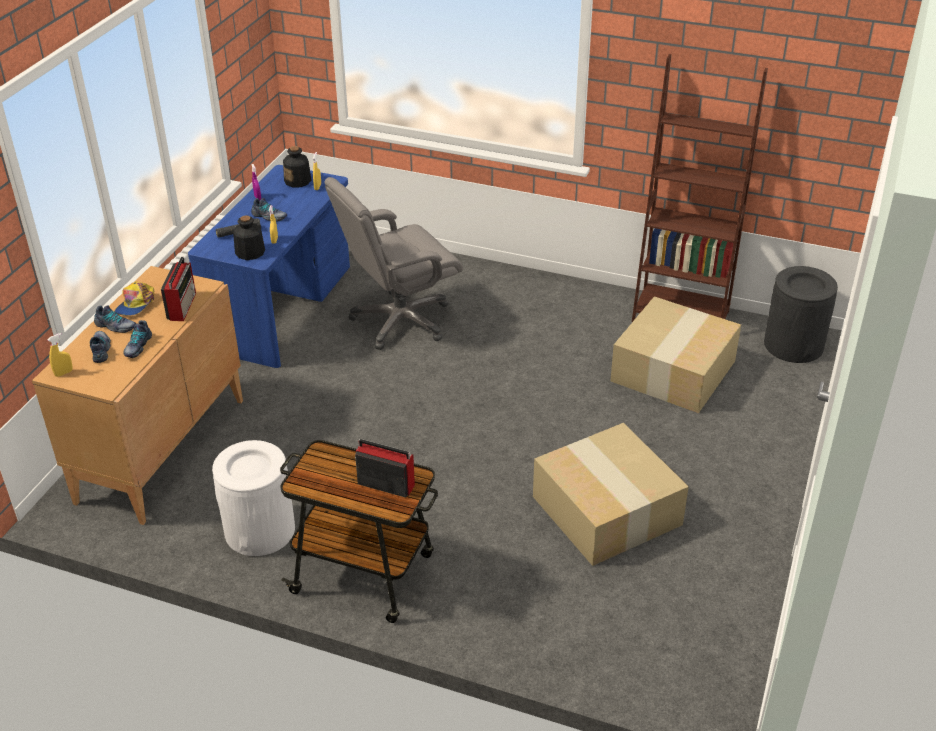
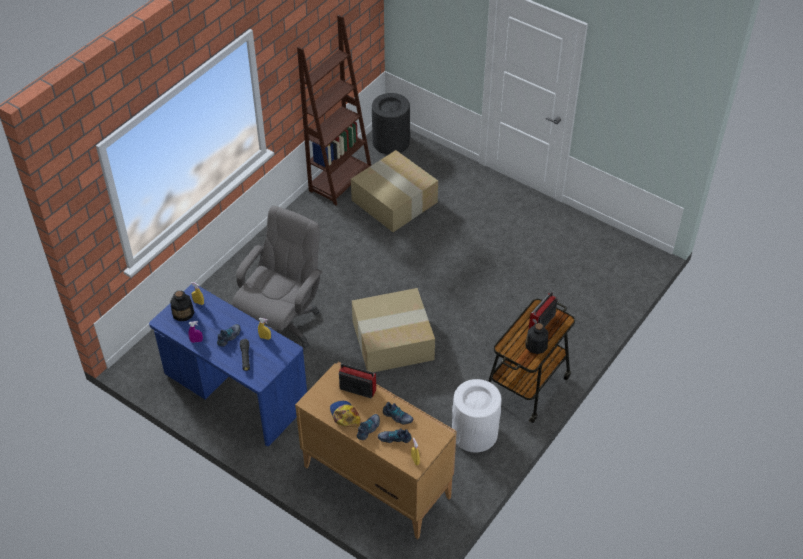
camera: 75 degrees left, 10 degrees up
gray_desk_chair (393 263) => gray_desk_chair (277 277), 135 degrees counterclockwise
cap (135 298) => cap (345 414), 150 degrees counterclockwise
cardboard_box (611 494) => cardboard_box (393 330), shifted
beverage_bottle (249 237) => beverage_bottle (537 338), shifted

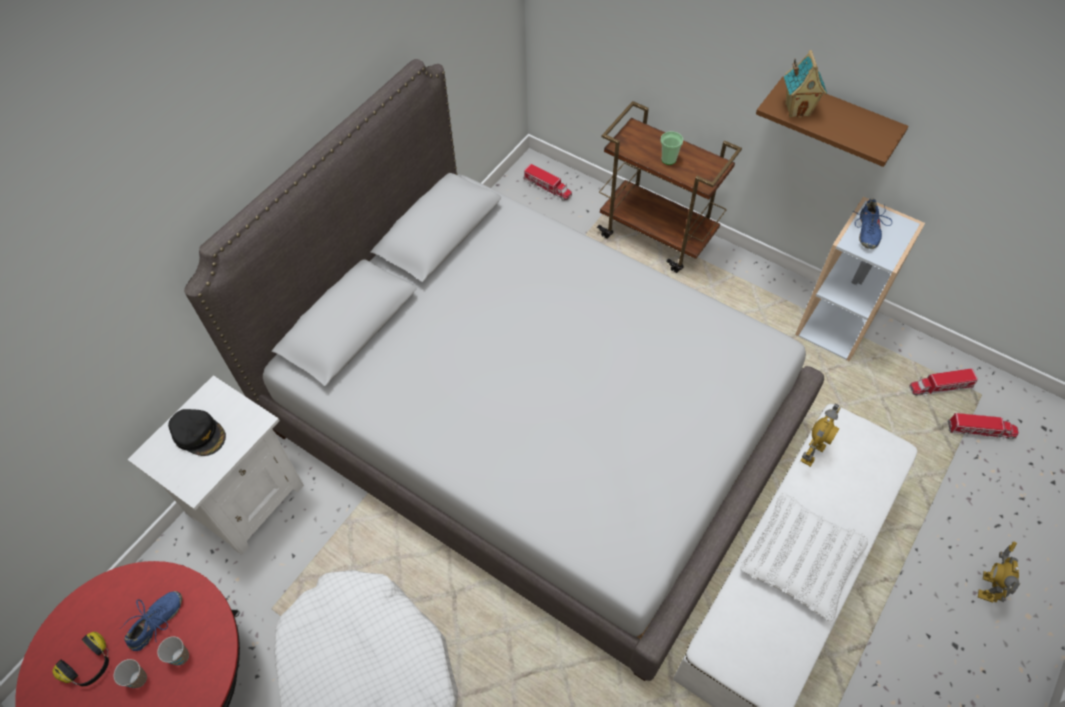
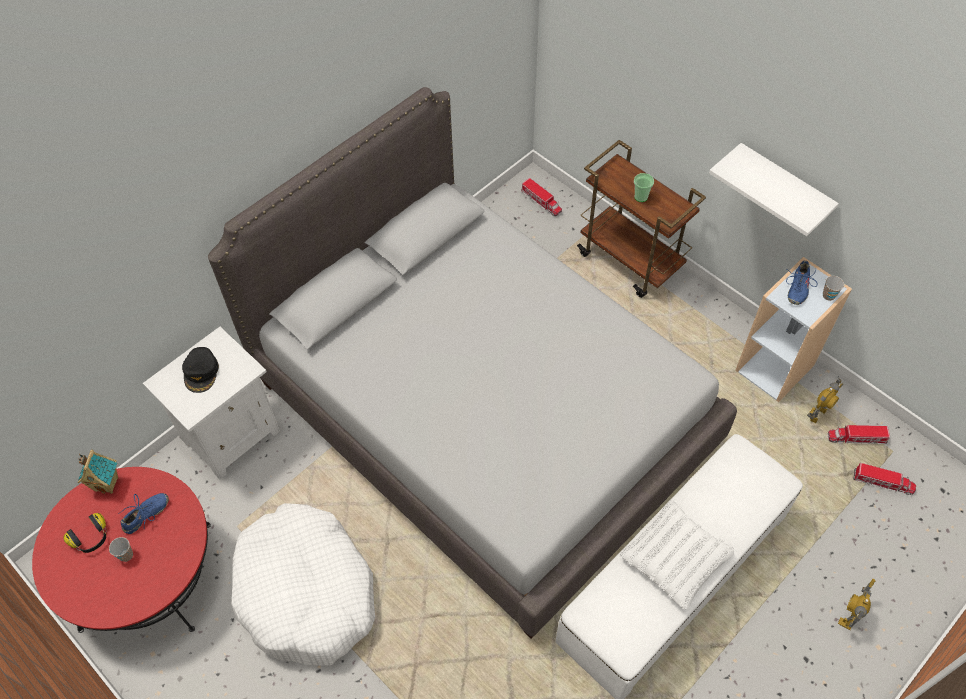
camera: 10 degrees right, 0 degrees up
miniature_house (805 84) => miniature_house (98 472), shifted
blackish_cap (197 432) => blackish_cap (200 370), 45 degrees clockwise
brownish_bracket_shelf (832 122) => whitish_bracket_shelf (774 189)
robot_figure (820 435) => robot_figure (825 400), shifted
cup (173 650) => cup (833 288), shifted

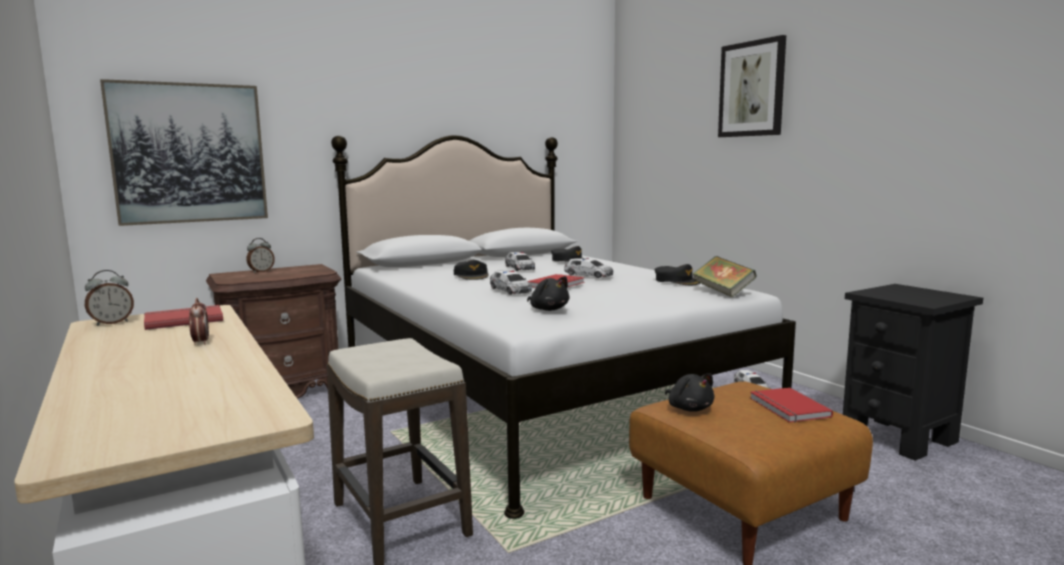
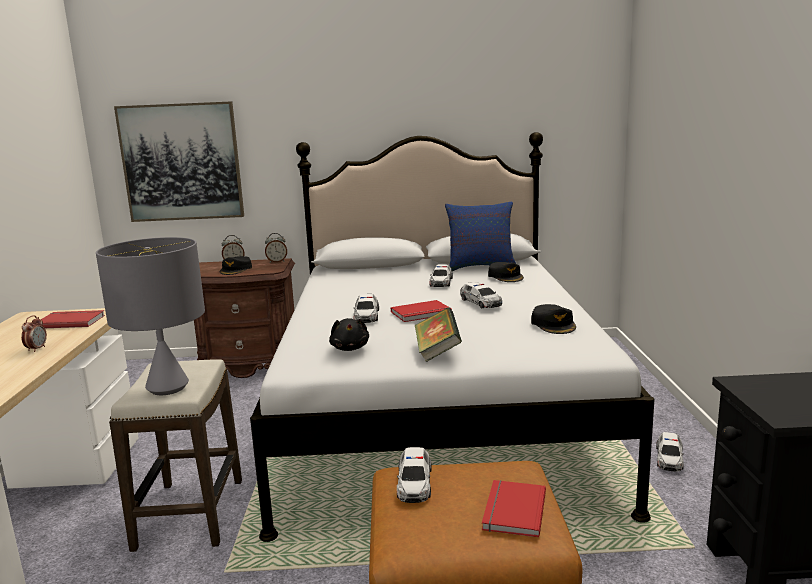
camera: 30 degrees right, 5 degrees up
nothing => gray_lamp_for_a_table (150 316)
blackish_cap (471 270) => blackish_cap (236 265), shifted
table_clock (109 298) => table_clock (276 248), shifted
blackish_cuddly_toy (690 392) => model_car (414 475)
bound_book (724 277) => bound_book (438 335), shifted
nothing => bluish_pillow (480 236)
wall_picture (752 86) => nothing

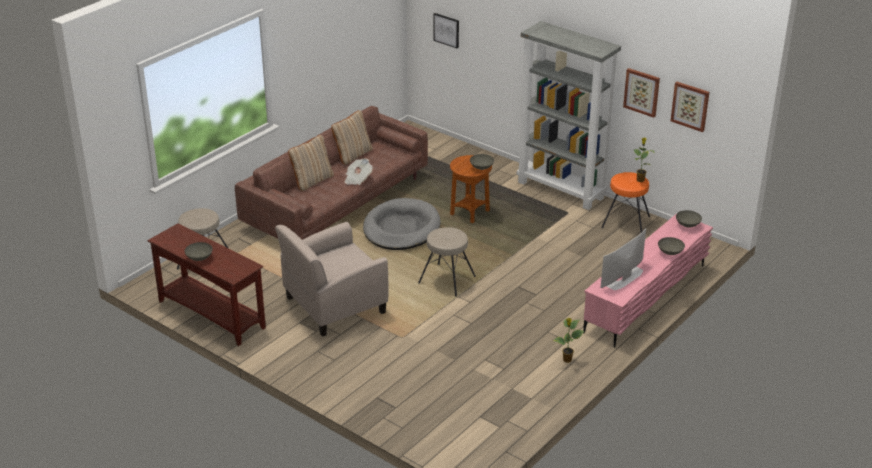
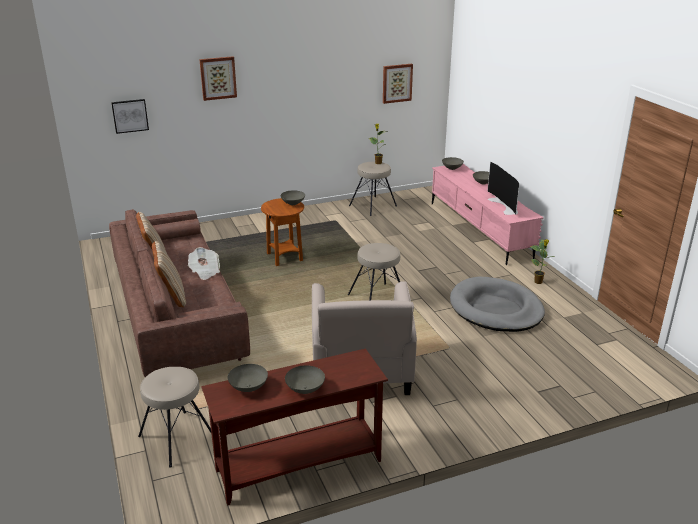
camera: 60 degrees left, 5 degrees down
wall_picture (641 93) => wall_picture (218 78), shifted
nothing => gray_serving_bowl (248 378)
orange-coloured_stool (625 202) => beige-coloured_stool (373 189)
gray_dog_bed (402 224) => gray_dog_bed (497 304), shifted
gray_shelving_unit (569 115) => nothing

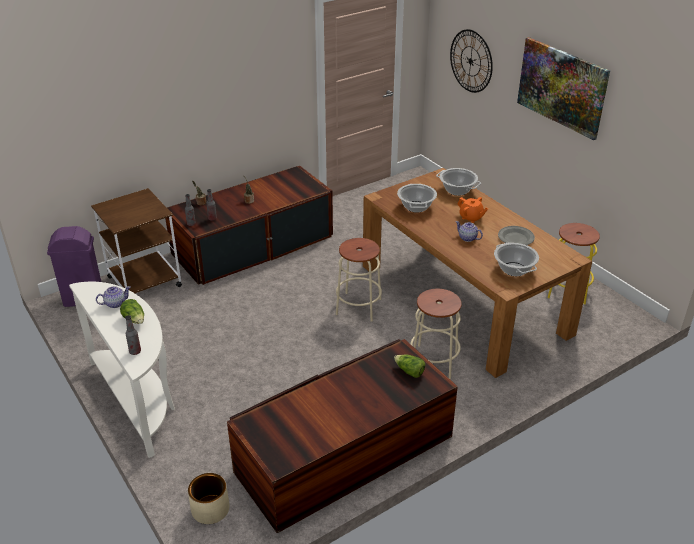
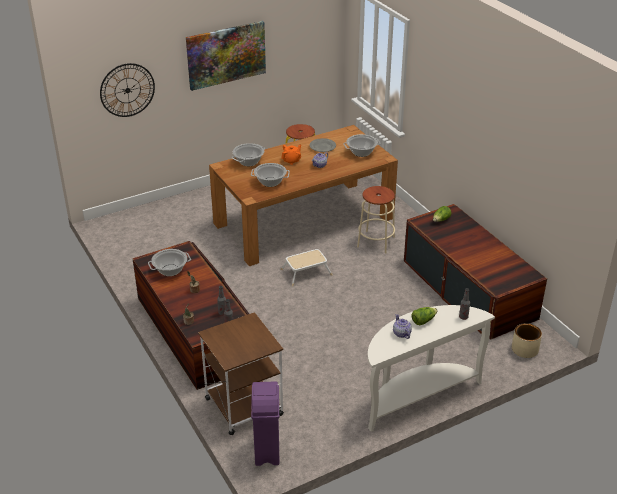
camera: 85 degrees left, 0 degrees up
nothing => saucepot (169 262)
beige-coloured_stool (359 280) => beige-coloured_stepladder (306 267)

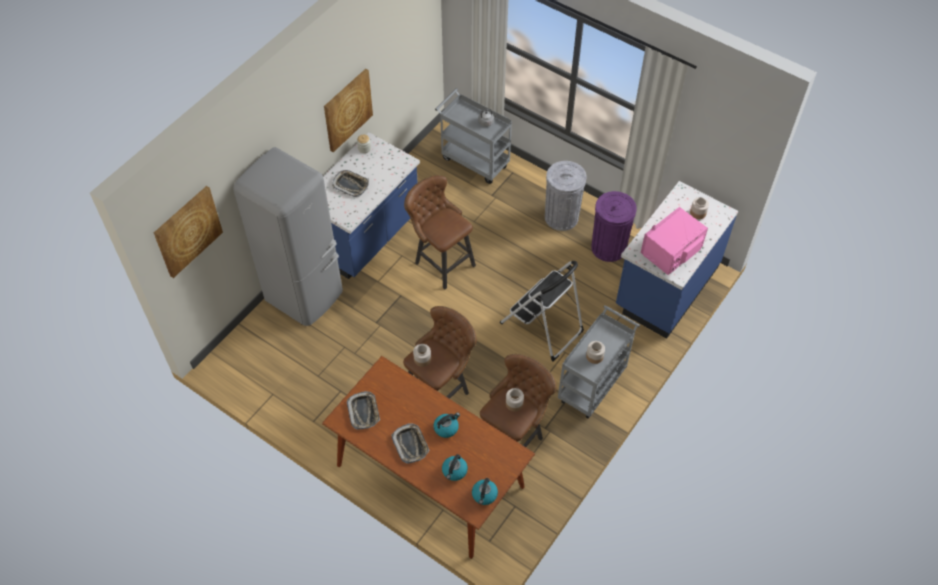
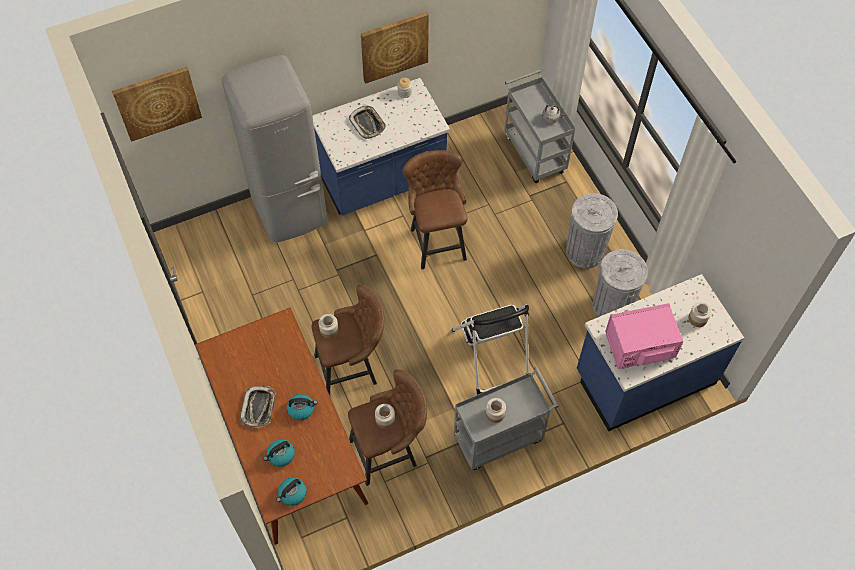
camera: 30 degrees right, 5 degrees up
purple-coloured_rubbish_bin (614 226) => gray_rubbish_bin (620 283)
carrying_tray (363 410) => nothing

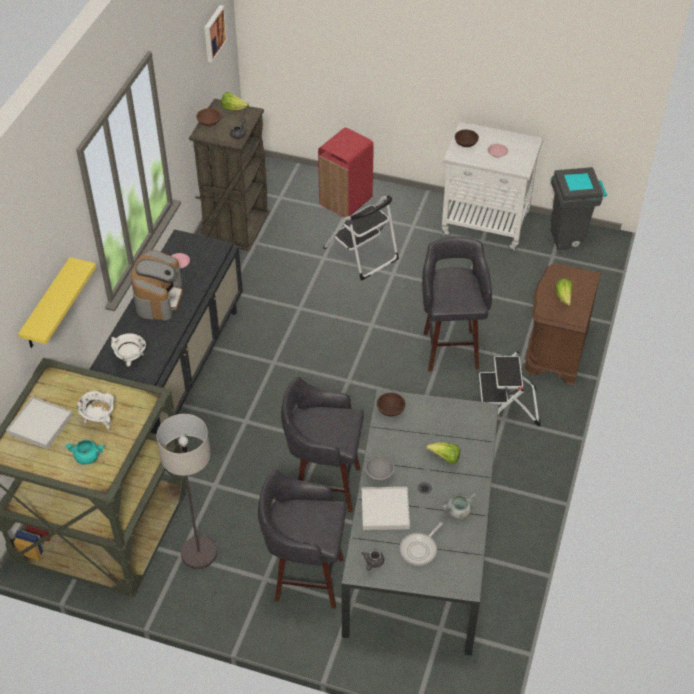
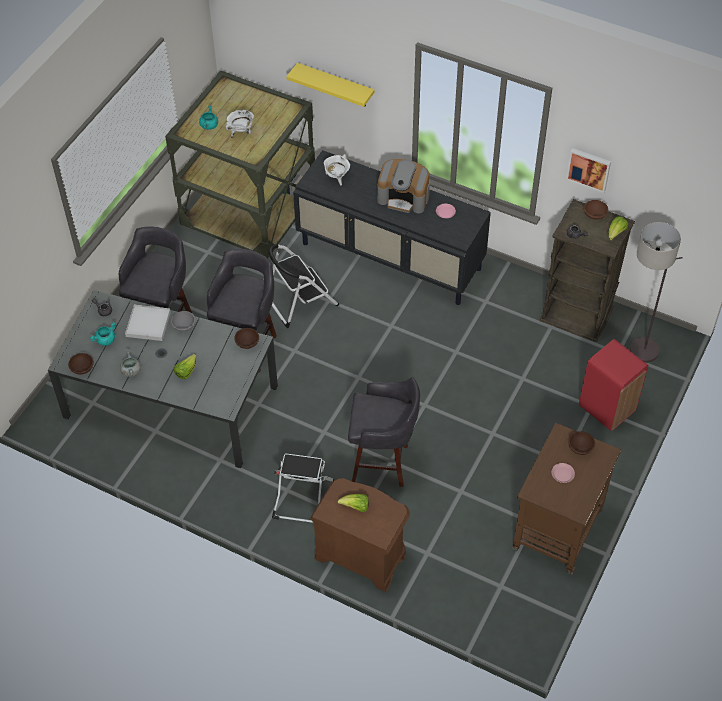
camera: 100 degrees right, 5 degrees up
nothing => brownish_serving_bowl (81 364)
frying_pan (421 544) => blue-green_saucepot (102 334)
stepladder (361 238) => stepladder (304 286), shifted
whitish_wheeled_cart (492 186) => brownish_wheeled_cart (566 499)
wall_picture (215 34) => wall_picture (588 170), shifted
gray_floor_lamp (187 491) => gray_floor_lamp (656 292), shifted
whitish_carrying_tray (39 422) => nothing
gray_rubbish_bin (578 208) => nothing

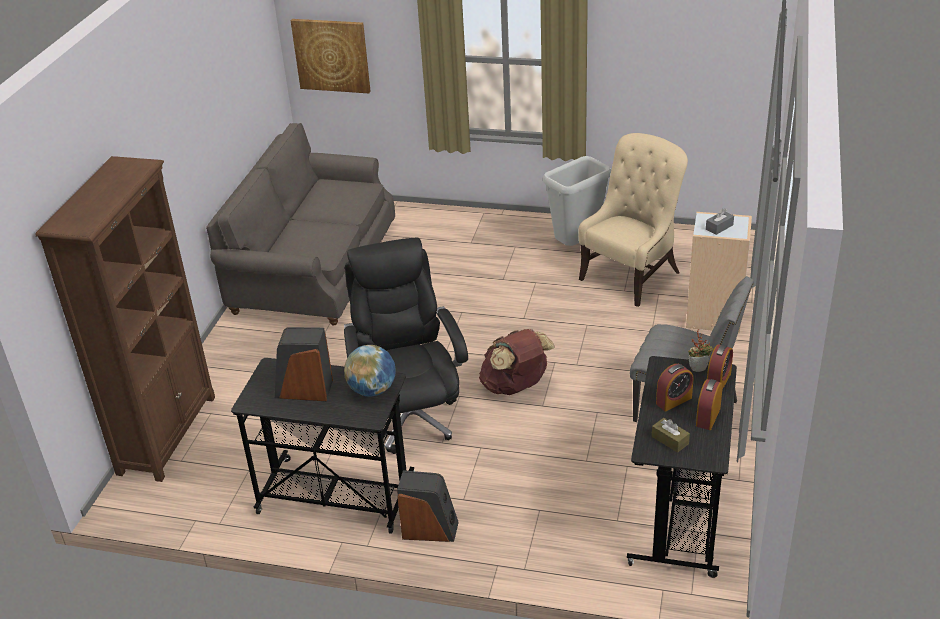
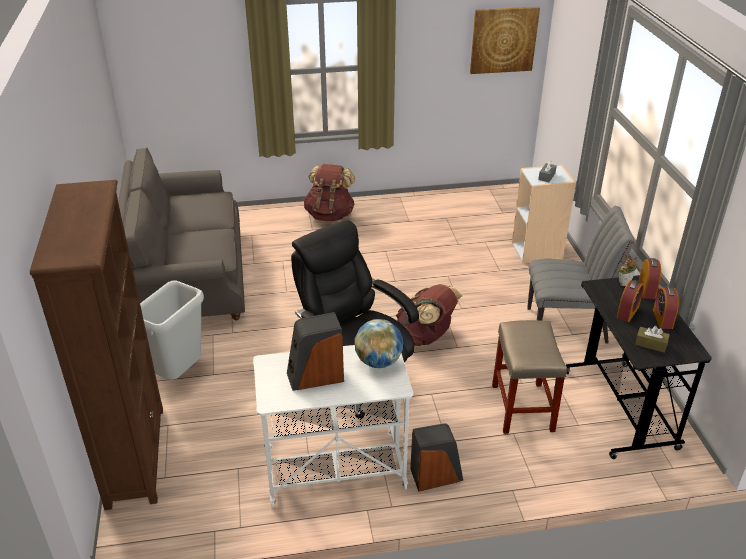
camera: 25 degrees left, 0 degrees up
gray_rubbish_bin (577 201) => gray_rubbish_bin (172 330), shifted
blackish_desk_table (322 446) => whitish_desk_table (333 426)
nothing => brownish_knapsack (329 192)
wall_picture (331 56) => wall_picture (505 40), shifted
nothing => beige-coloured_stool (529 377)
beige-coloured_upright_chair (633 220) => nothing

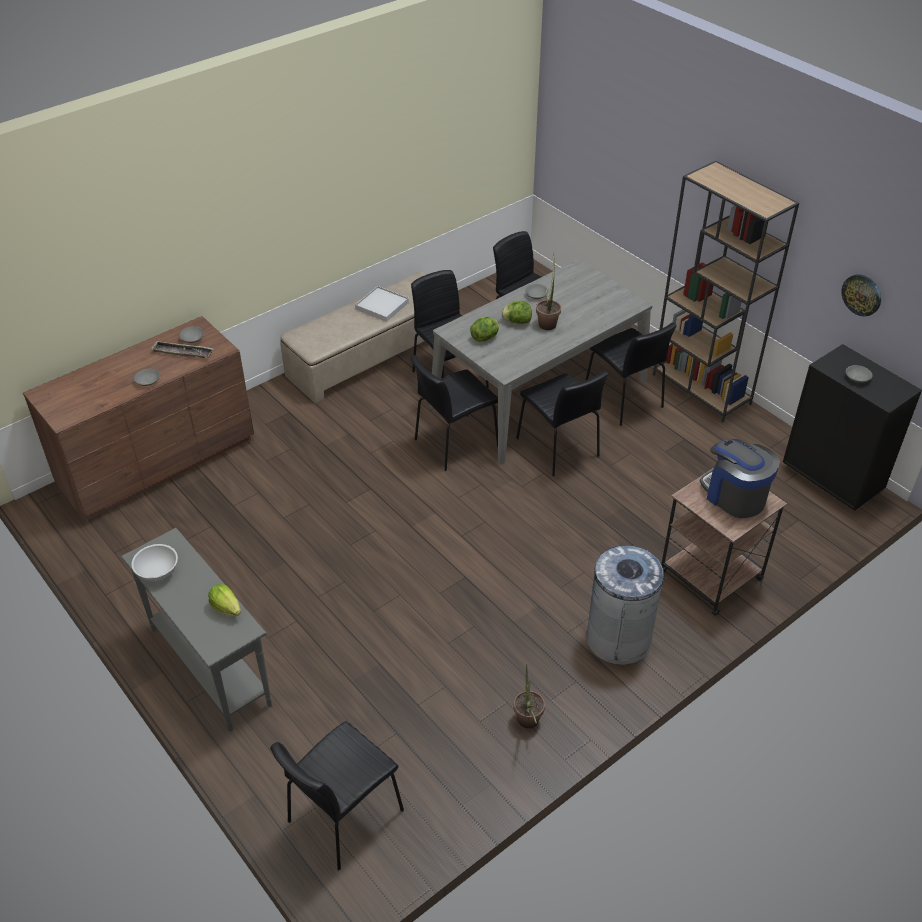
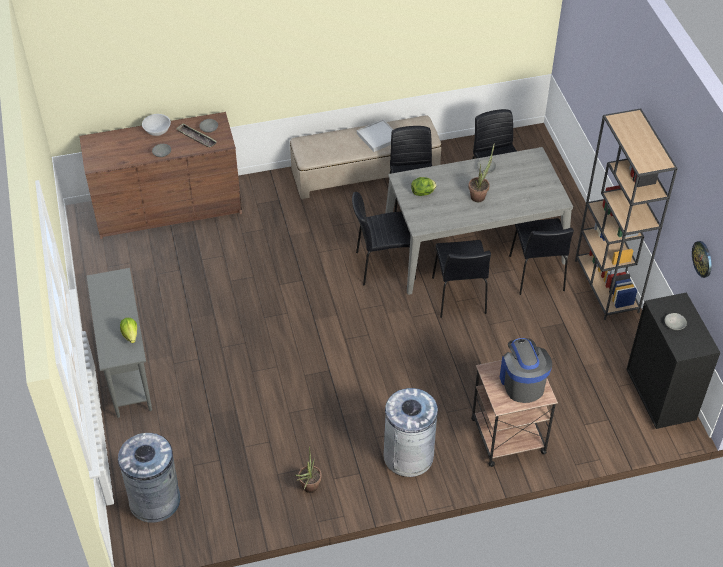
camera: 25 degrees right, 5 degrees up
blackish_upright_chair (337 795) => gray_rubbish_bin (149 478)
whitish_serving_bowl (155 562) => whitish_serving_bowl (156 125), shifted
lettuce (516 312) => nothing

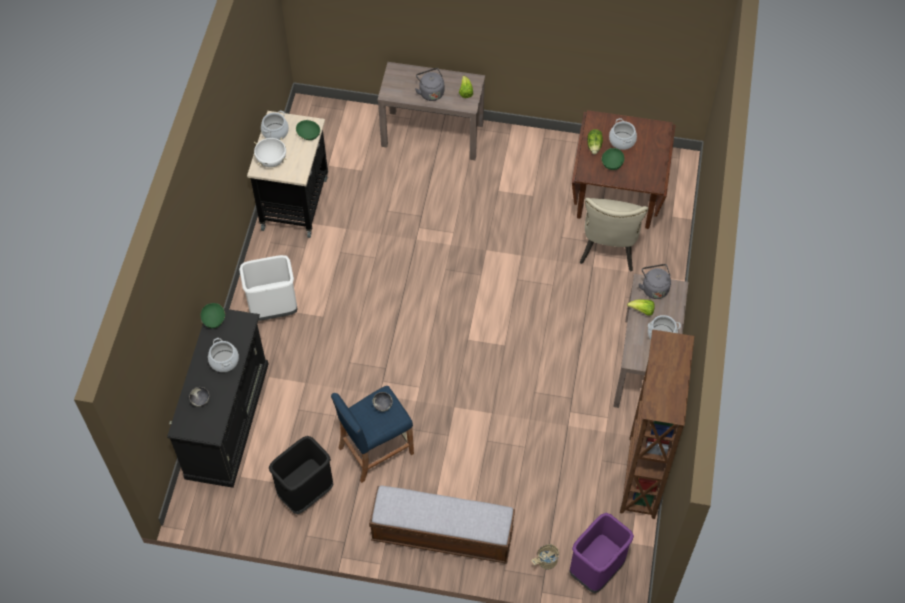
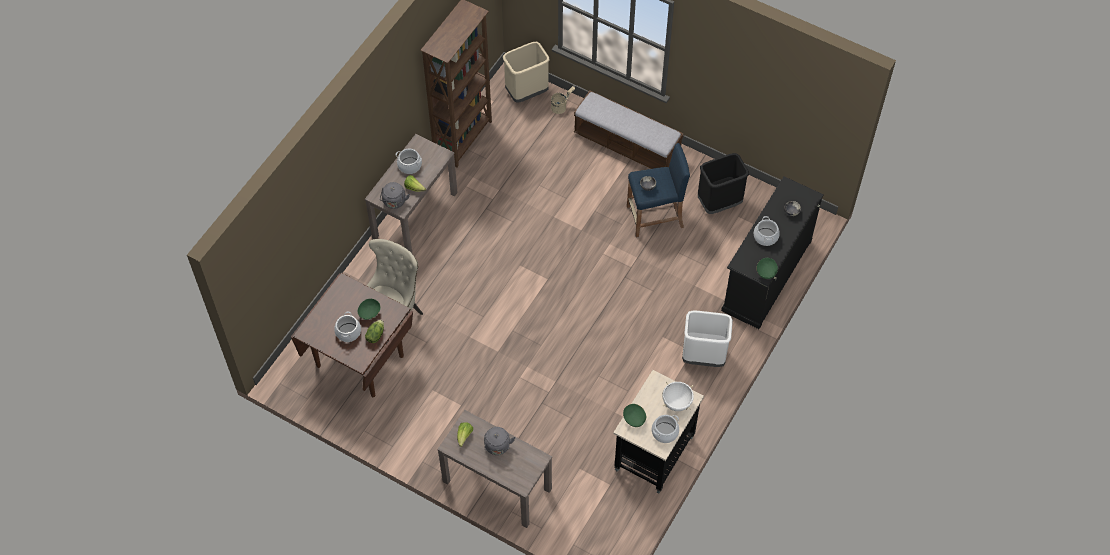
camera: 160 degrees left, 0 degrees up
purple-coloured_rubbish_bin (601 553) => beige-coloured_rubbish_bin (526 72)

